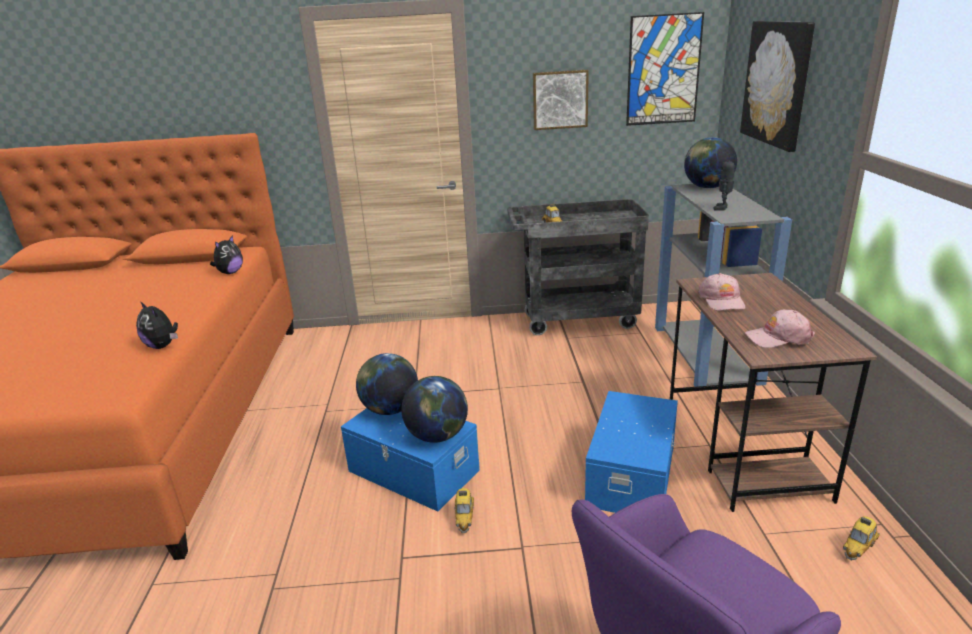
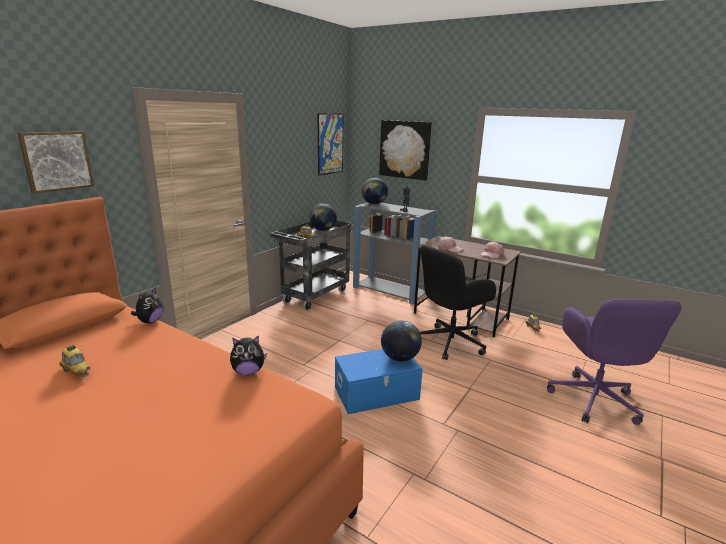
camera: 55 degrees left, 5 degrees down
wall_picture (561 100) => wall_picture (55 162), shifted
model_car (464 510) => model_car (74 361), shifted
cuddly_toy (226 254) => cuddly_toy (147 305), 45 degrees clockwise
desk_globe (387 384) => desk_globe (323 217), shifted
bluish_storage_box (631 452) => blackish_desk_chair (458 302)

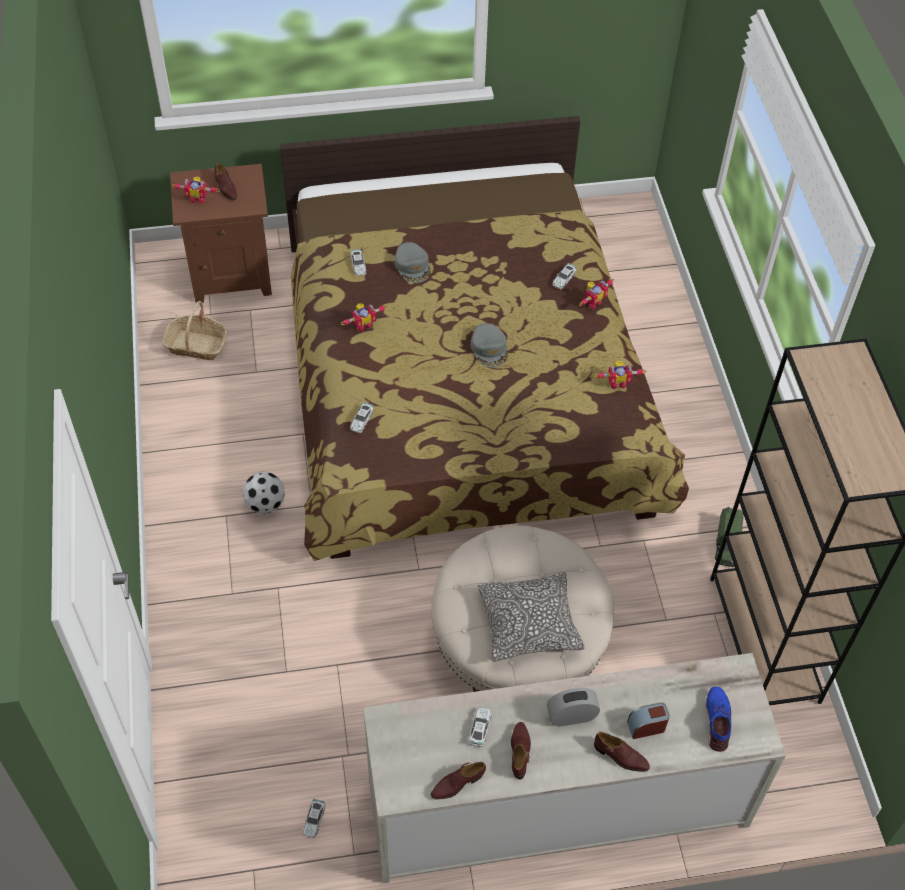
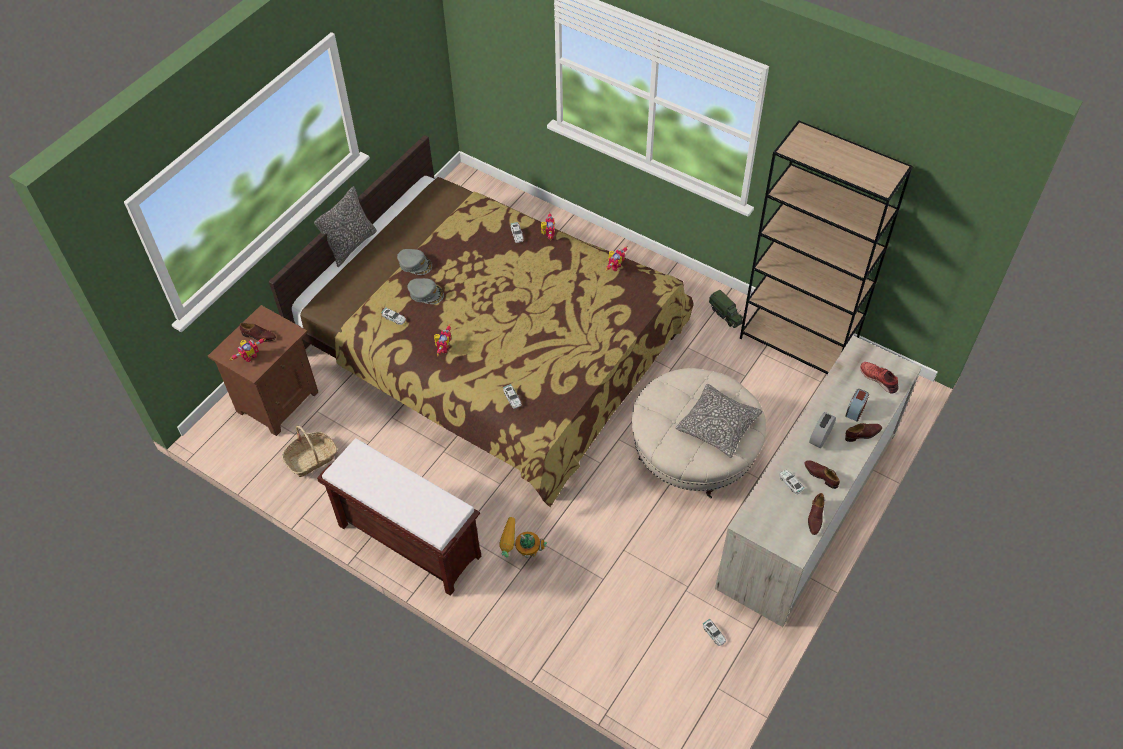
camera: 45 degrees left, 0 degrees up
nothing => pillow (345 226)
nothing => brownish_long_seat (399 517)
gray_cap (489 345) => gray_cap (414 262), shifted
nothing => robot_figure (523 537)
bluish_shoe (718 719) => red_shoe (879 378)
football_ball (263 493) => nothing

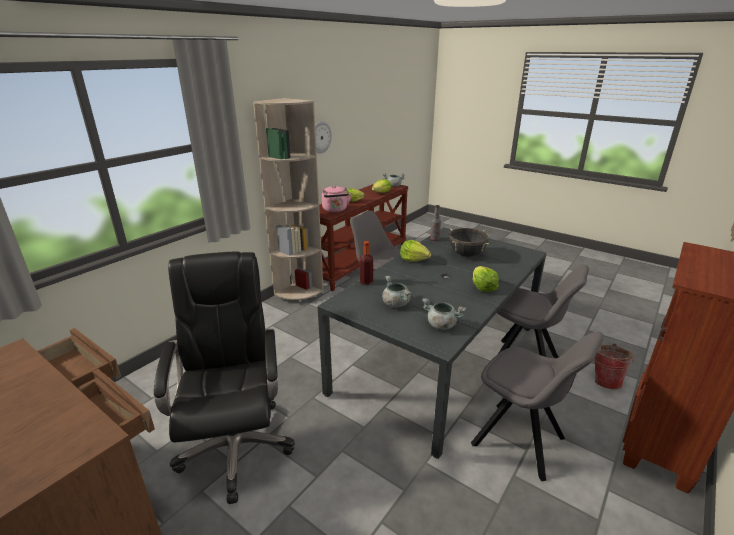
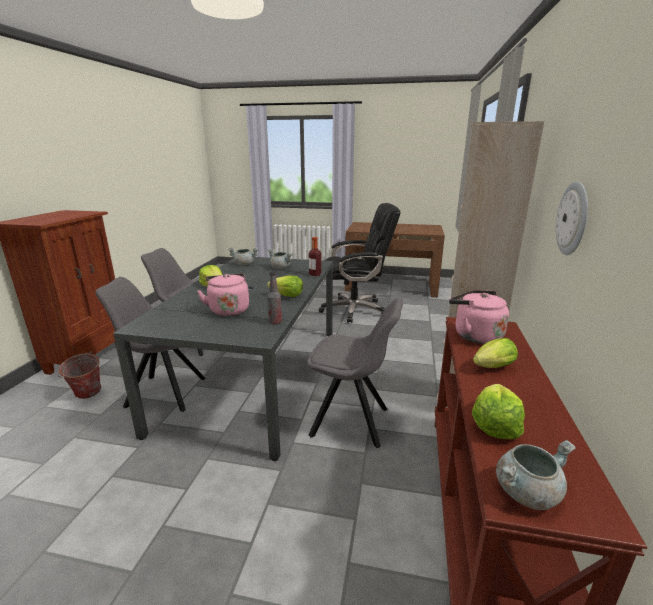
camera: 155 degrees right, 5 degrees down
blackish_saucepot (469 242) => pink_tea_kettle (223 294)
blackish_desk_chair (224 378) => blackish_desk_chair (360 263), 60 degrees counterclockwise

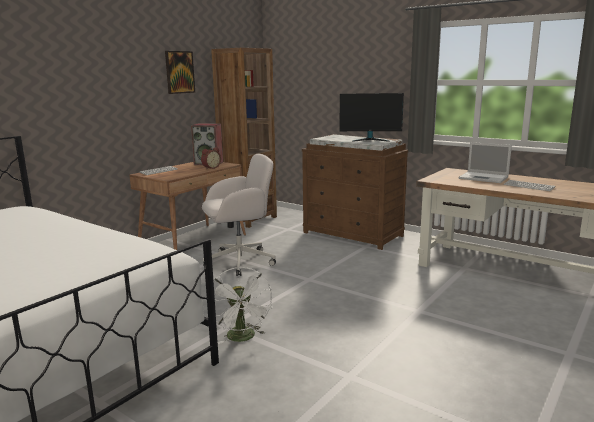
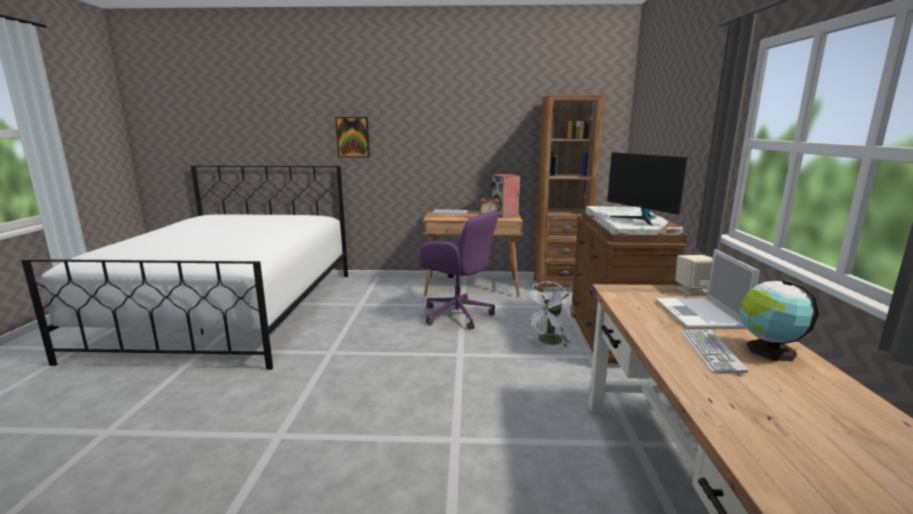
camera: 55 degrees right, 0 degrees up
wall_picture (180 72) => wall_picture (352 137), shifted
whitish_desk_chair (239 215) => purple-coloured_desk_chair (459 269)
whitish_electric_fan (243 305) => whitish_electric_fan (547 314), shifted
nothing => beige-coloured_audio_speaker (694 275)
nothing => desk_globe (779 320)

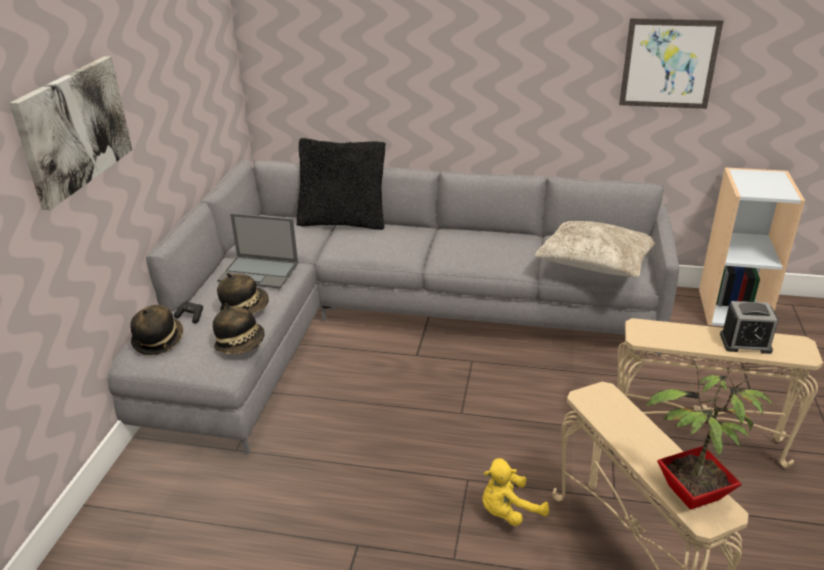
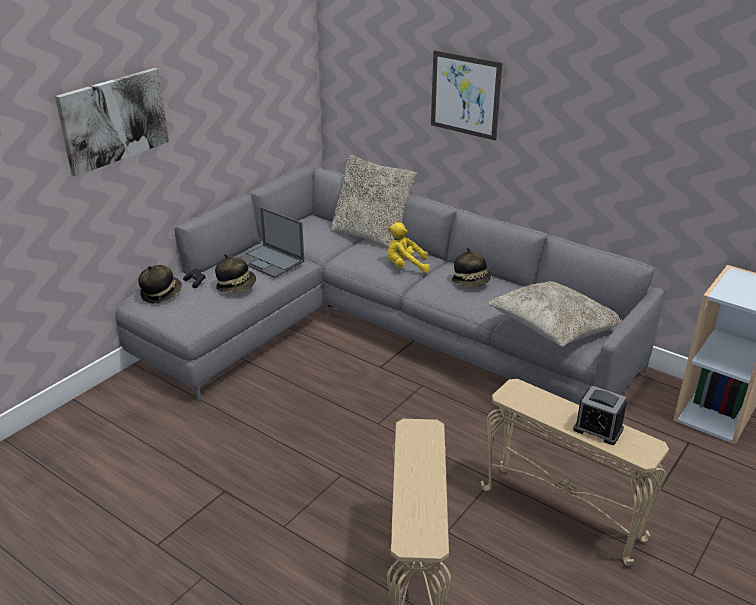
camera: 25 degrees right, 0 degrees up
blackish_pillow (341 184) => beige-coloured_pillow (374 201)
yellow-coloured_cuddly_toy (515 492) => yellow-coloured_cuddly_toy (408 247), shifted
wall_picture (671 63) => wall_picture (466 95), shifted
hat (239 328) => hat (471 267), shifted
plant_in_a_pot (709 434) => nothing

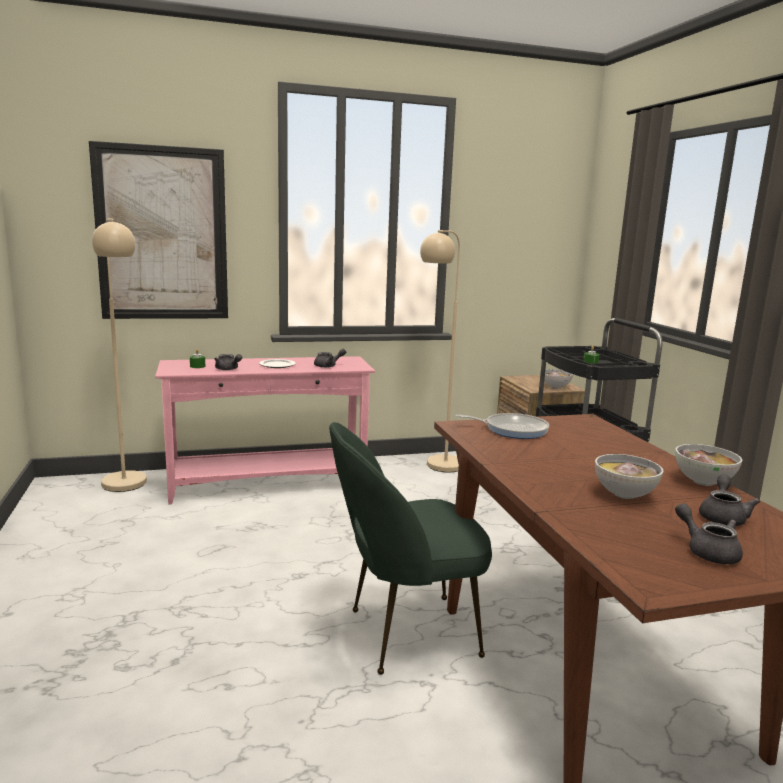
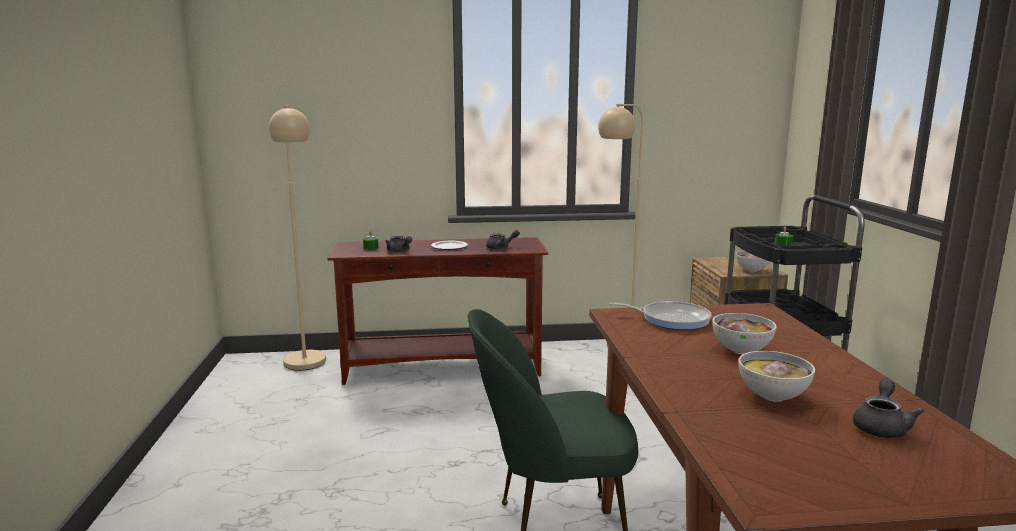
camera: 10 degrees right, 0 degrees up
pink_hall_table (265 430) => brownish_hall_table (437 311)
serving_bowl (708 465) => serving_bowl (745 334), shifted
wall_picture (158 230) => nothing
gray_teapot (709 533) => nothing

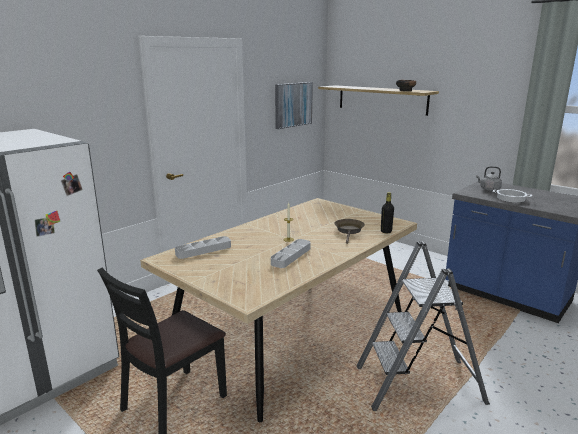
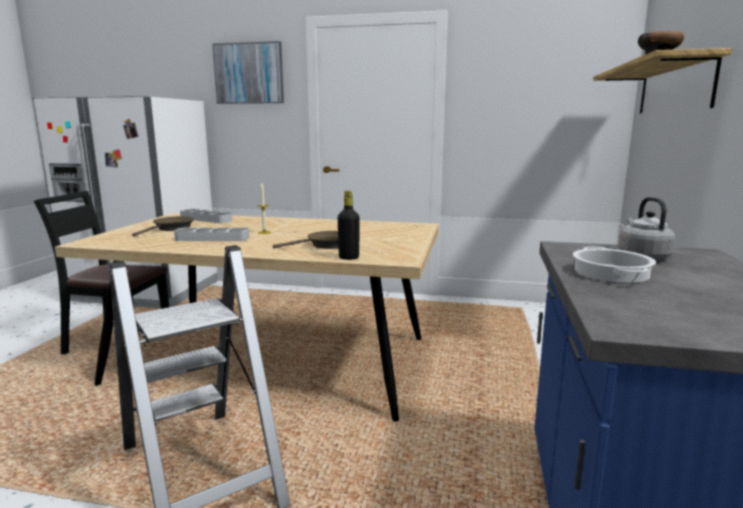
camera: 60 degrees right, 5 degrees down
nothing => brownish_frying_pan (163 226)
wall_picture (294 105) => wall_picture (248 72), shifted

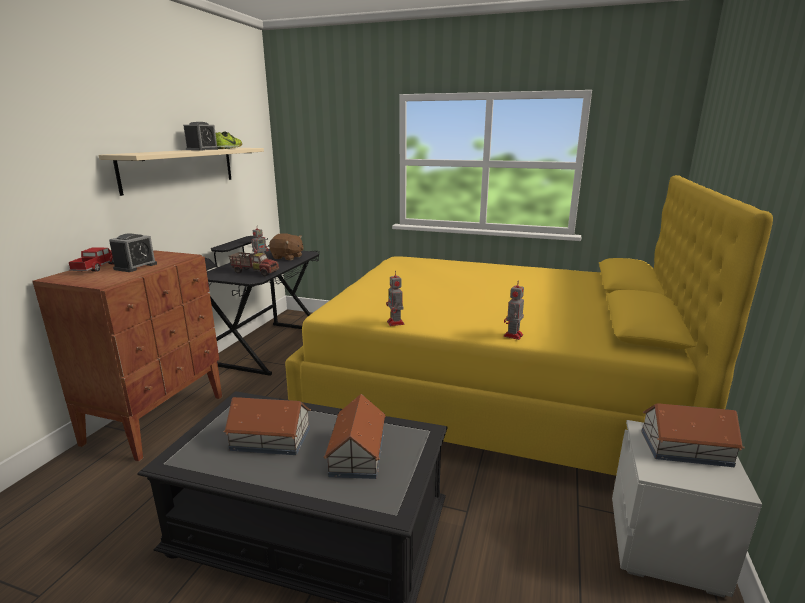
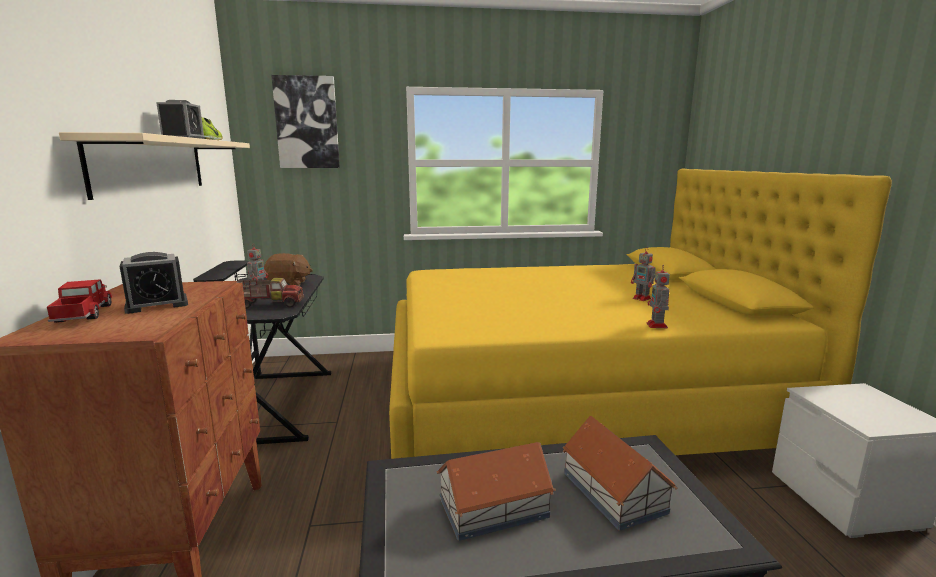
camera: 25 degrees left, 5 degrees down
table_clock (133 252) => table_clock (154 283), 60 degrees clockwise
nothing => wall_picture (305 121)
robot_figure (395 298) => robot_figure (643 274), shifted
miniature_house (692 435) => nothing

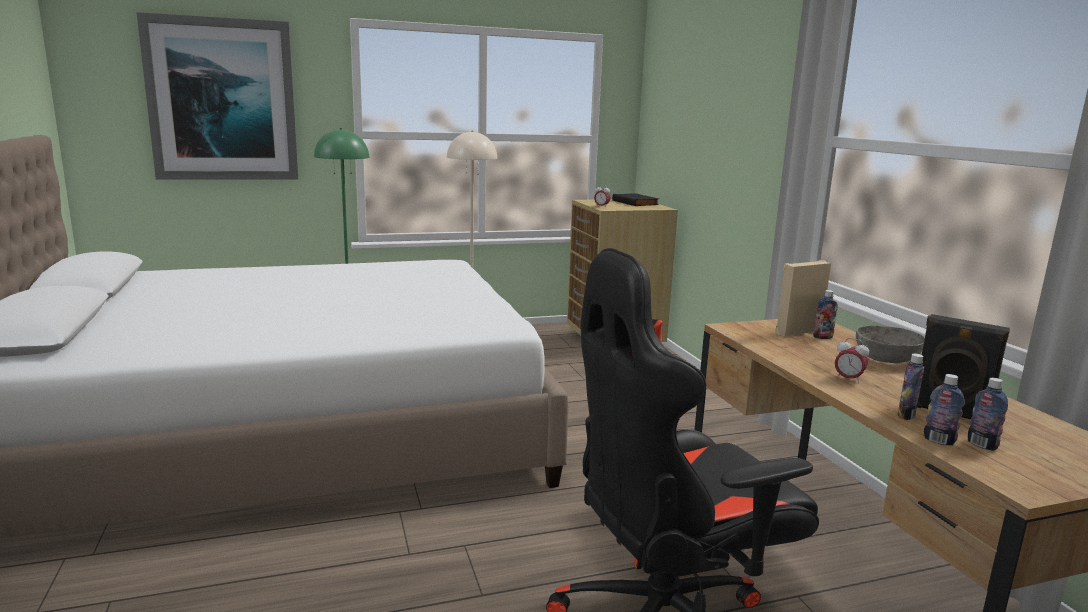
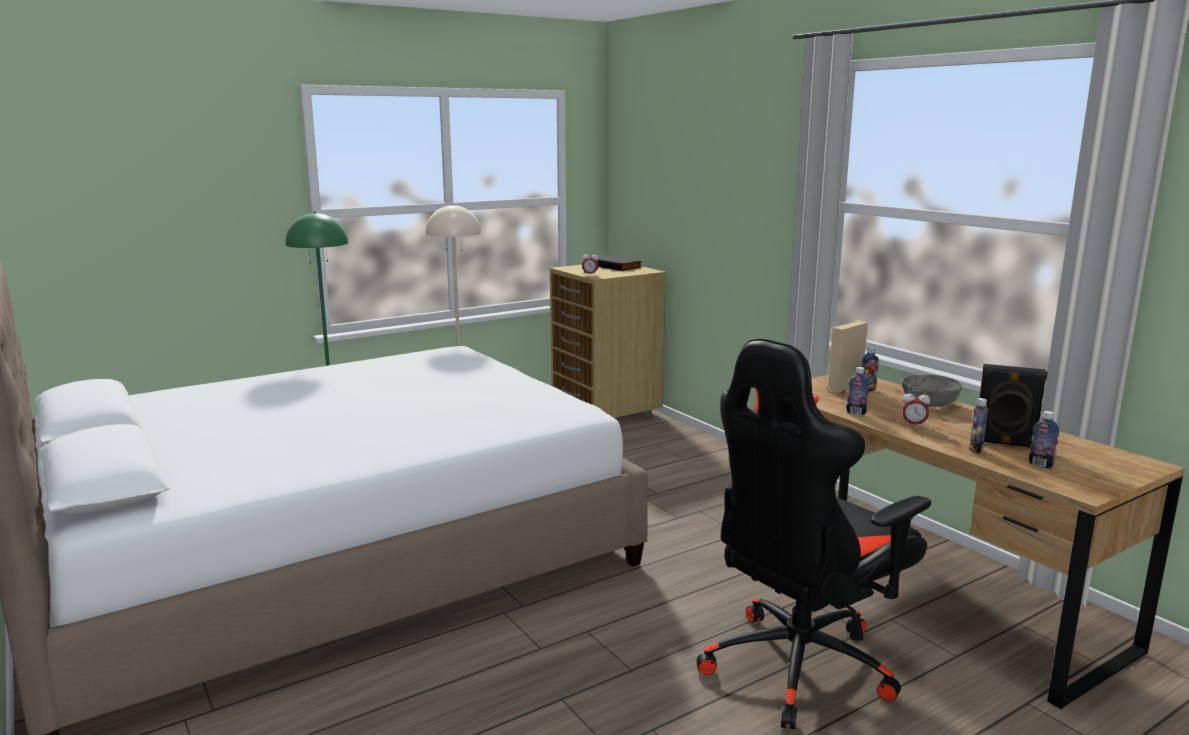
camera: 15 degrees left, 0 degrees up
beverage_bottle (944 410) => beverage_bottle (858 391), shifted
wall_picture (217 95) => nothing

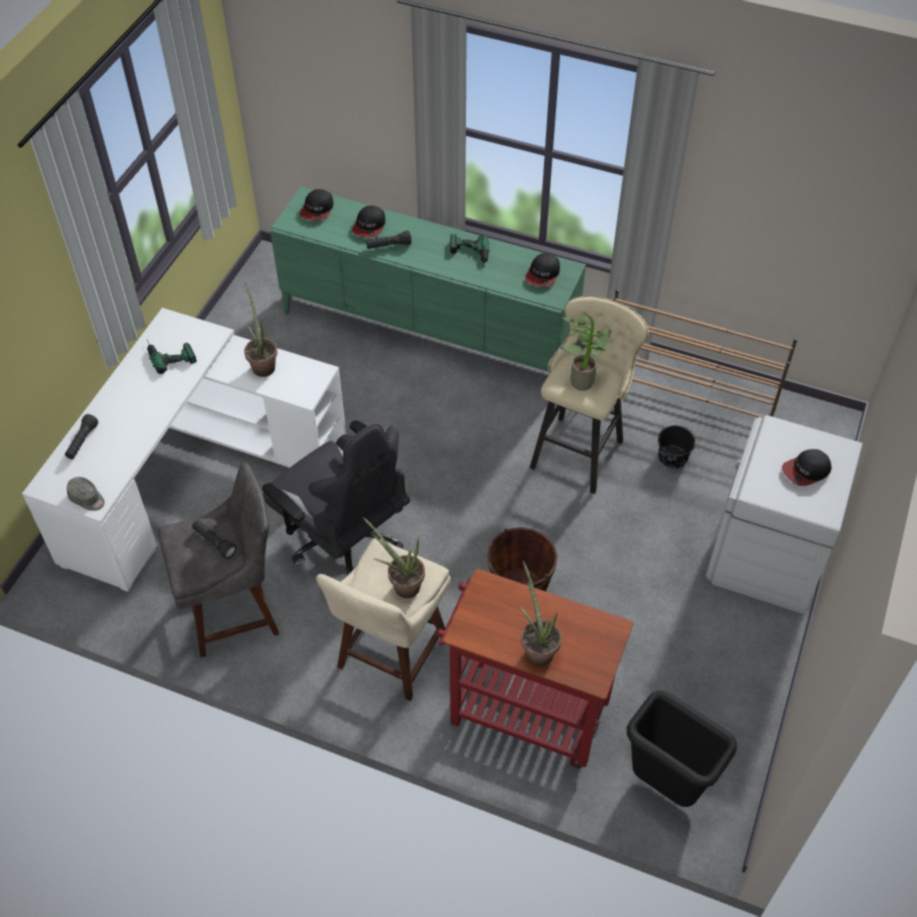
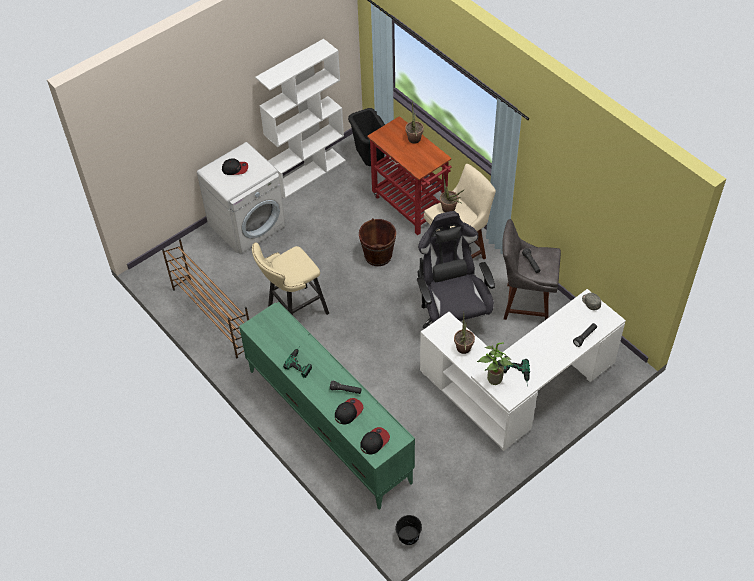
camera: 150 degrees left, 0 degrees up
nothing => whitish_shelving_unit (300 119)
blackish_pail (676 447) => blackish_pail (409 530), shifted
plant_in_a_pot (585 351) => plant_in_a_pot (495 364), shifted
cap (542 270) => nothing

